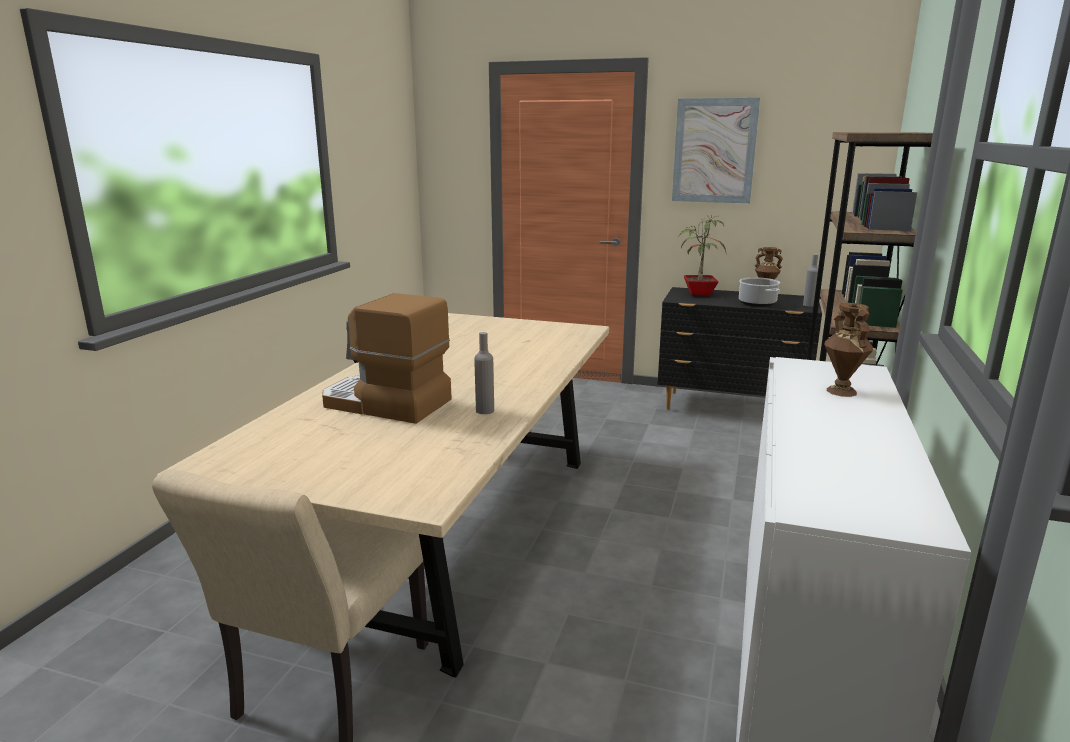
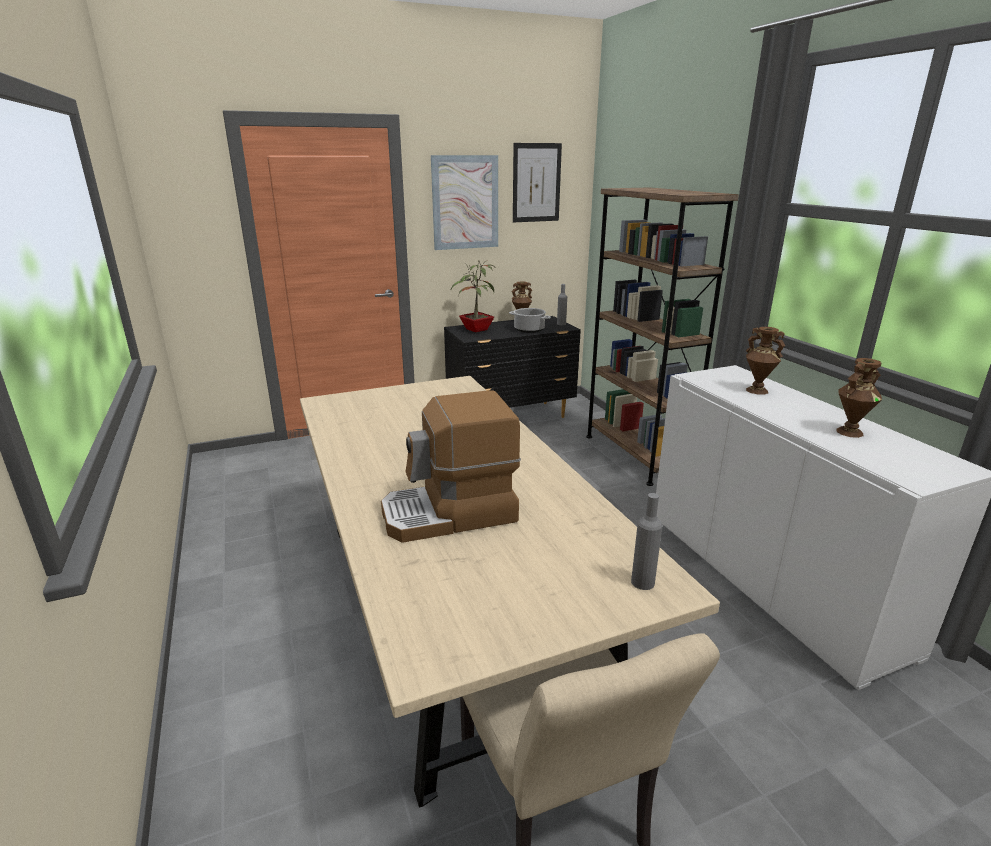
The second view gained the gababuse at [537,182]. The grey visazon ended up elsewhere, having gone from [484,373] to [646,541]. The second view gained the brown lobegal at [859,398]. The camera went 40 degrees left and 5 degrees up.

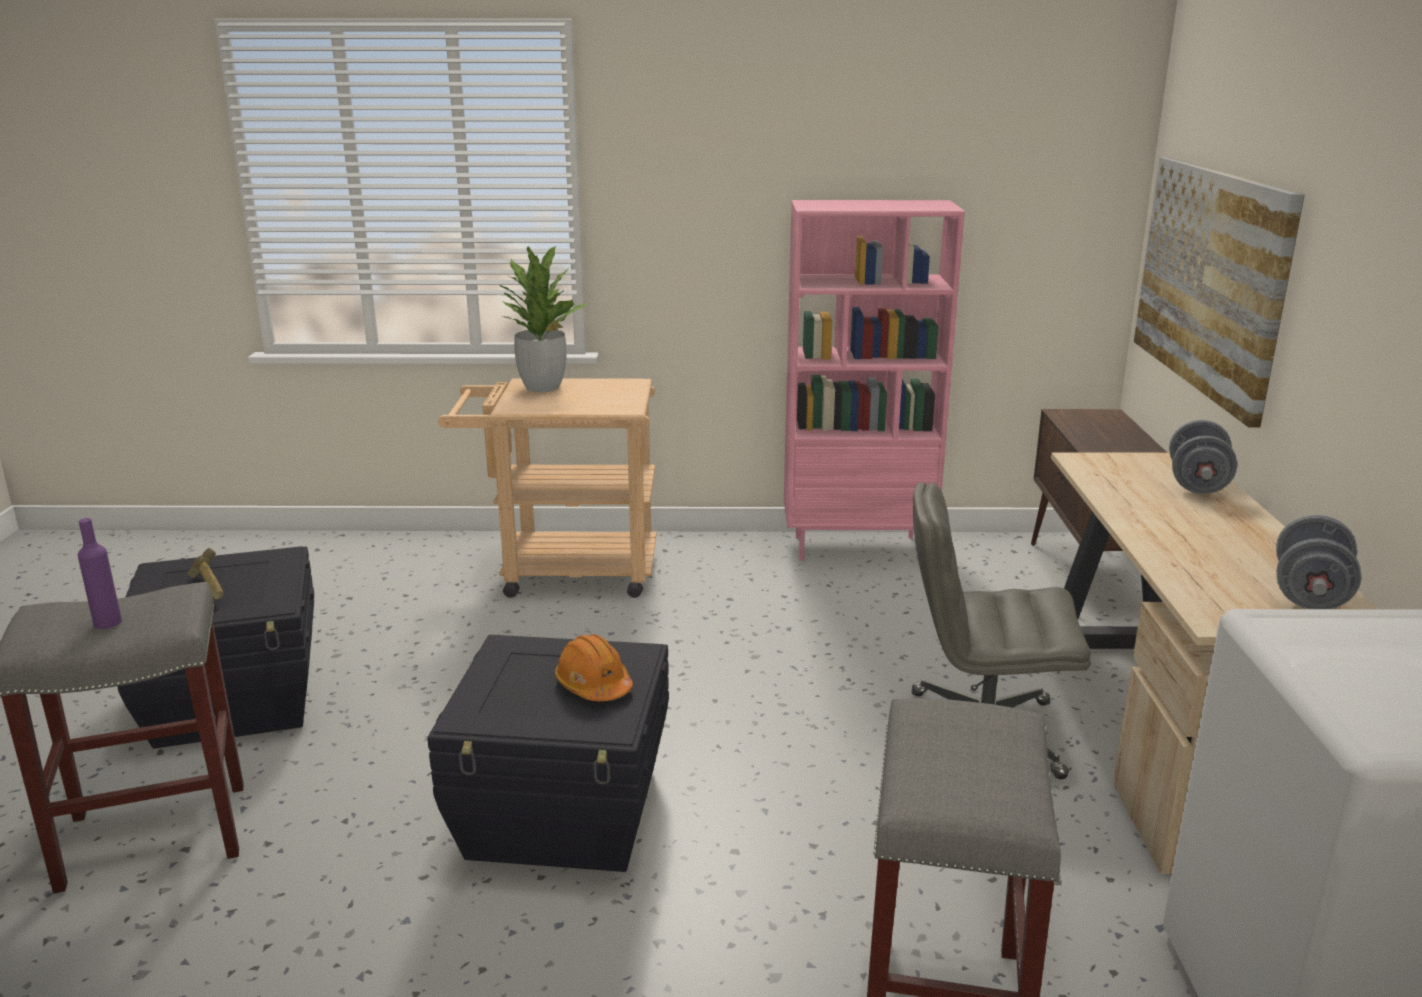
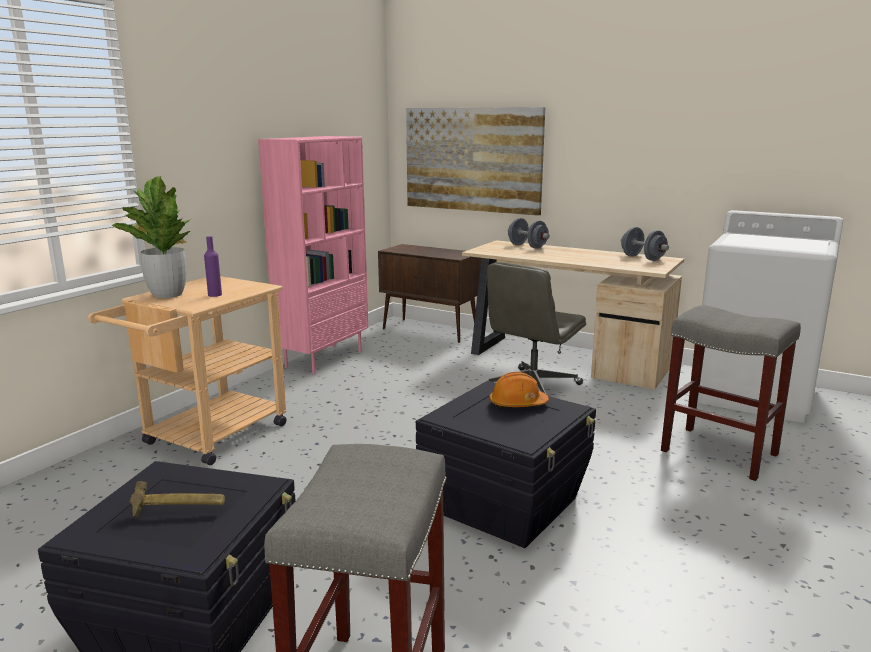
The purple visazon ended up elsewhere, having gone from [100,573] to [213,266]. The camera went 60 degrees left and 5 degrees down.

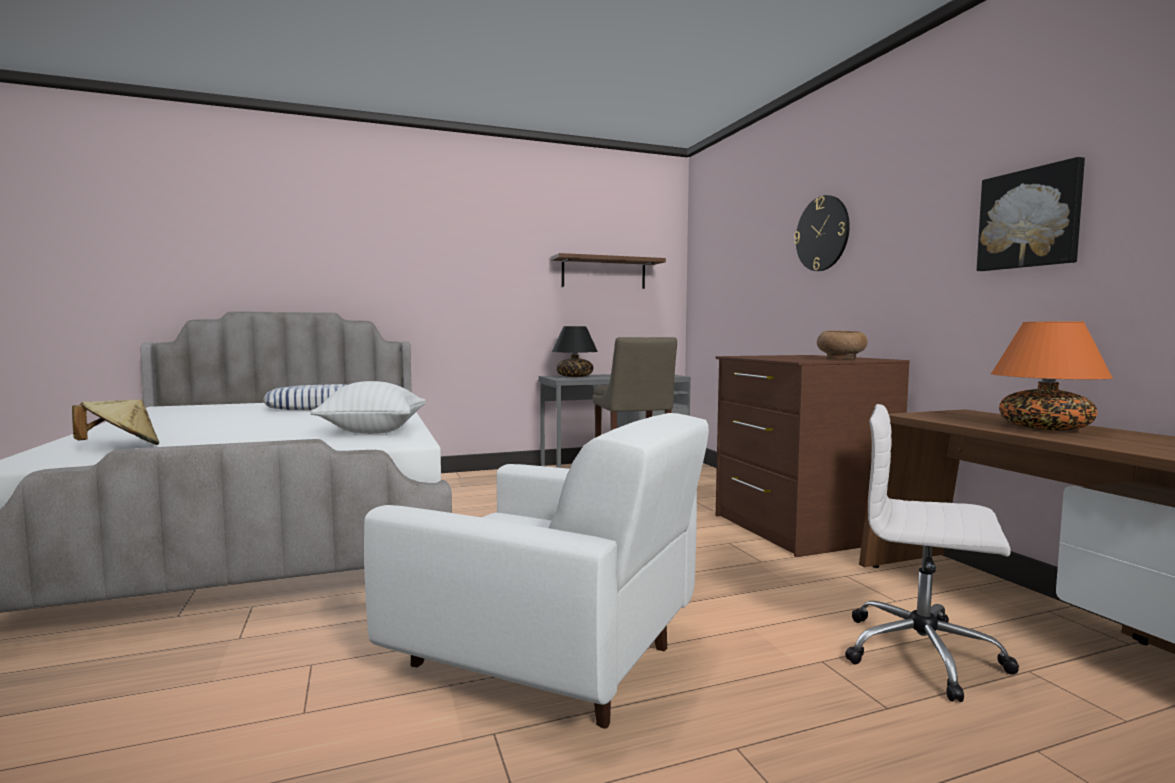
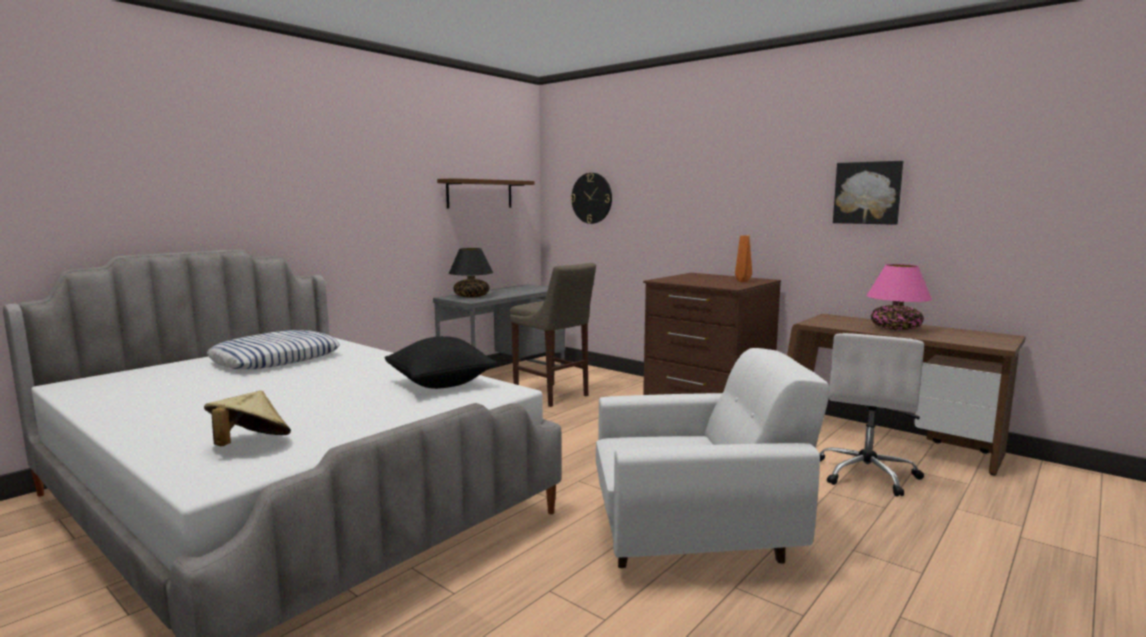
What was the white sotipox at [368,407] turned into the black sotipox at [441,362]. The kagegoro ended up elsewhere, having gone from [822,233] to [591,198]. Where the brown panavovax stood at [842,345], the orange lobegal came to stand at [743,258]. The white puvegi at [932,553] ended up facing another way, 60 degrees counterclockwise from before. What was the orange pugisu at [1052,376] turned into the pink pugisu at [899,297]. The camera went 30 degrees left and 5 degrees up.

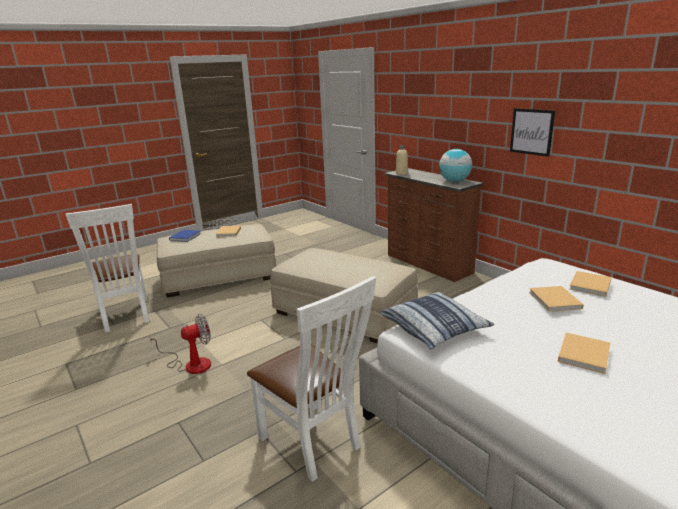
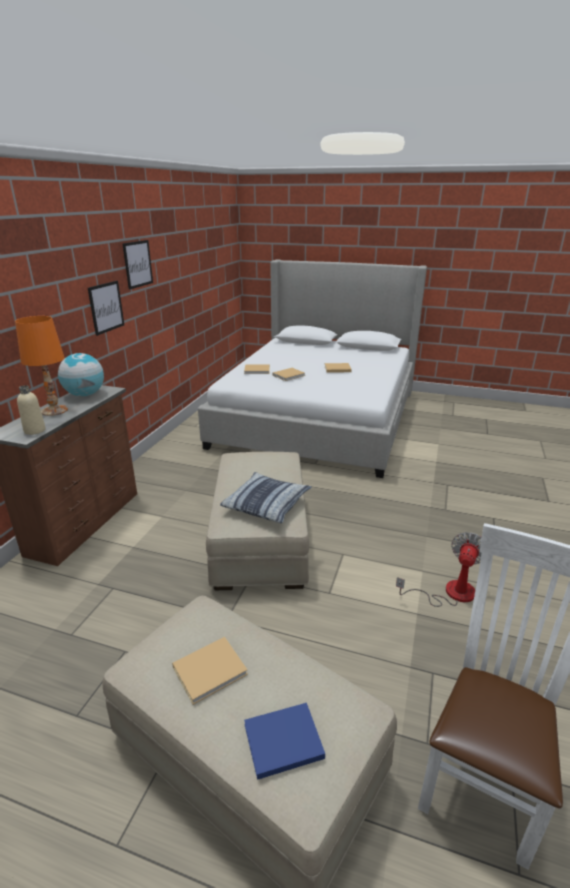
The second view gained the orange pugisu at [41,366]. The second view gained the gababuse at [137,264]. The sotipox ended up elsewhere, having gone from [437,321] to [266,497]. The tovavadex at [180,344] ended up facing another way, 90 degrees clockwise from before. The second view lost the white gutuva at [311,379]. The camera went 125 degrees left and 5 degrees up.

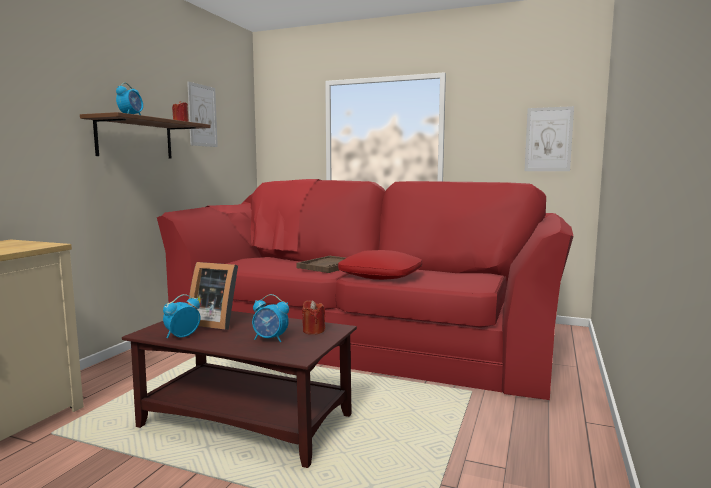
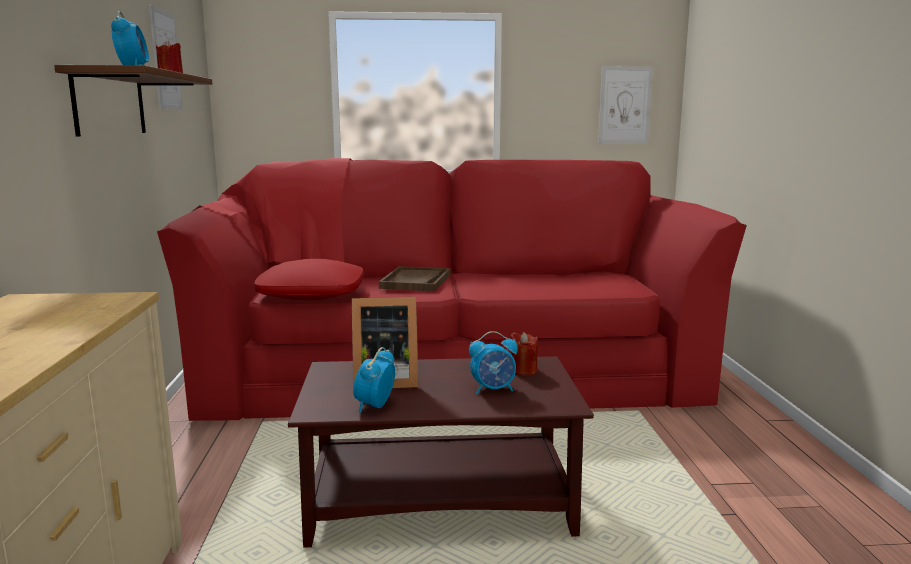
The red sotipox ended up elsewhere, having gone from [380,265] to [309,279]. The camera went 25 degrees left and 5 degrees up.

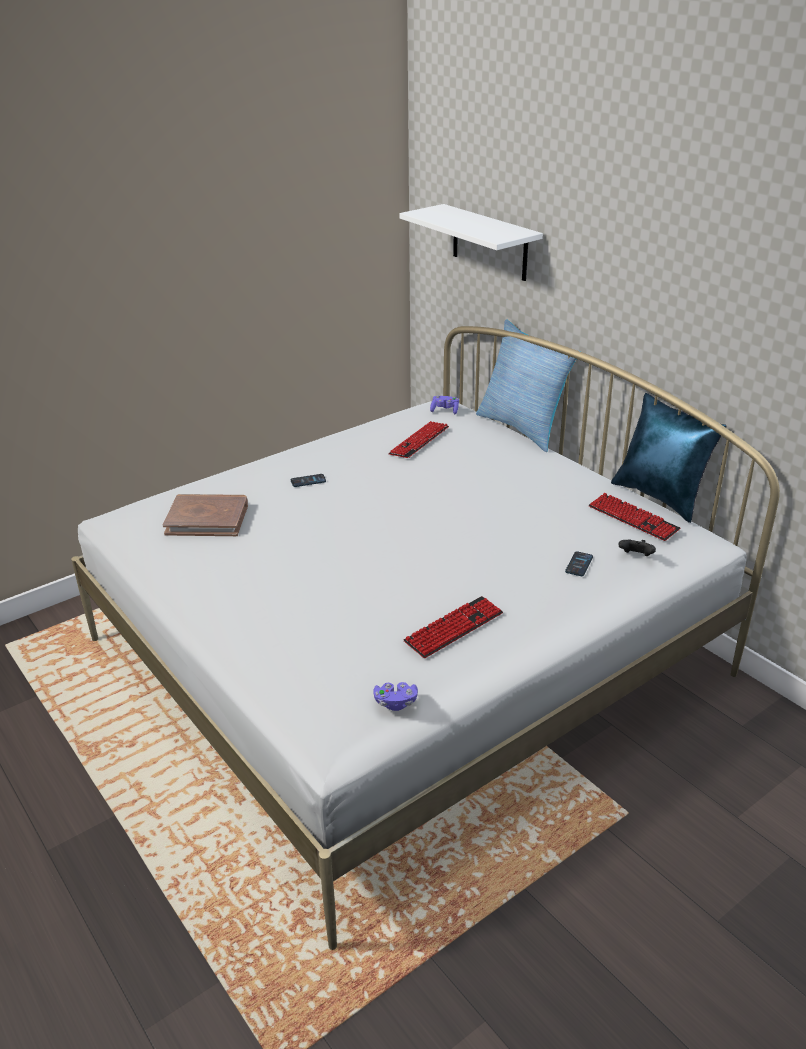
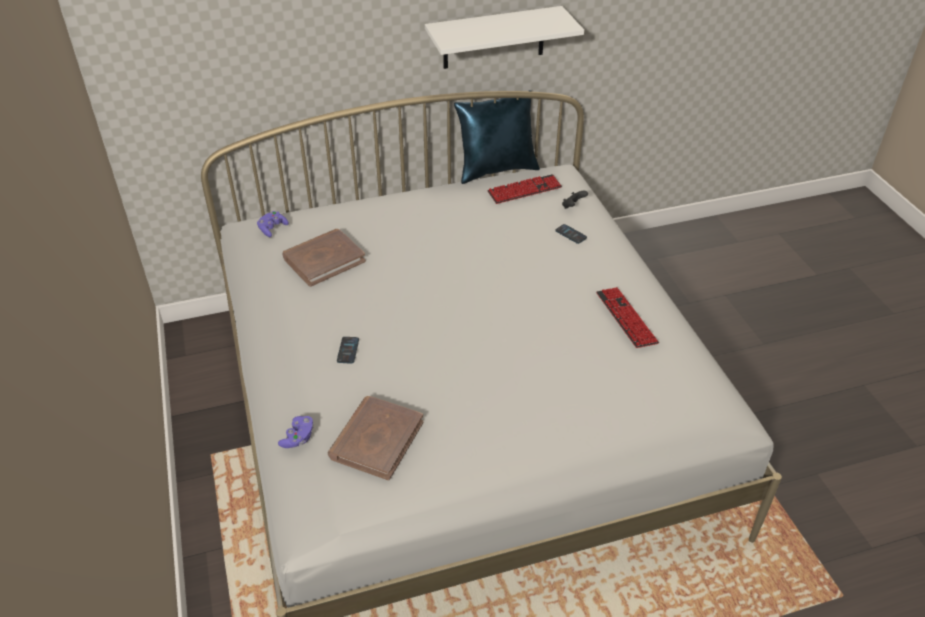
The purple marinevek ended up elsewhere, having gone from [395,696] to [296,432]. Where the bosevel stood at [418,439], the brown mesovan came to stand at [324,258]. The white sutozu ended up elsewhere, having gone from [471,242] to [504,37]. The second view lost the sotipox at [528,385]. The camera went 70 degrees left and 10 degrees up.

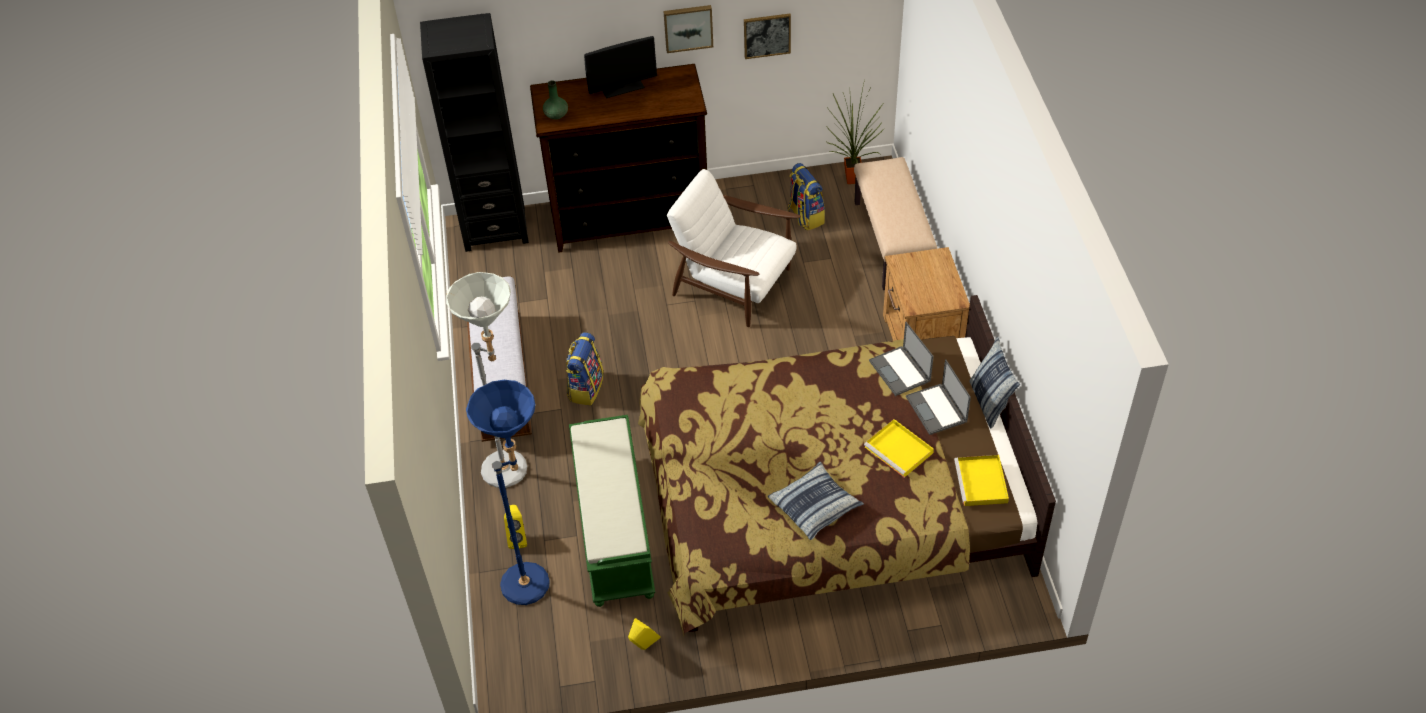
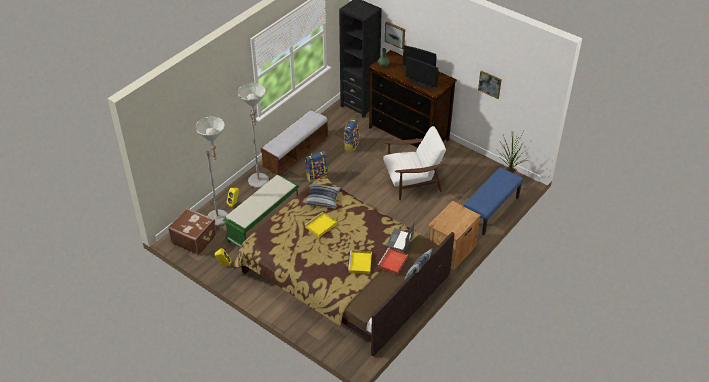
The second view gained the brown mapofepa at [192,231]. What was the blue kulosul at [508,492] turned into the grey kulosul at [211,171]. The sotipox ended up elsewhere, having gone from [816,501] to [323,195]. The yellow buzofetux ended up elsewhere, having gone from [981,480] to [321,224]. The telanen ended up elsewhere, having gone from [806,197] to [351,135]. Where the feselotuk stood at [938,397], the red buzofetux came to stand at [393,260]. The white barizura at [734,248] ended up facing another way, 90 degrees clockwise from before. The gababuse ended up elsewhere, having gone from [688,29] to [395,35]. The second view gained the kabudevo at [421,73]. What was the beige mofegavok at [895,223] turned into the blue mofegavok at [493,201]. The camera went 45 degrees right and 5 degrees down.

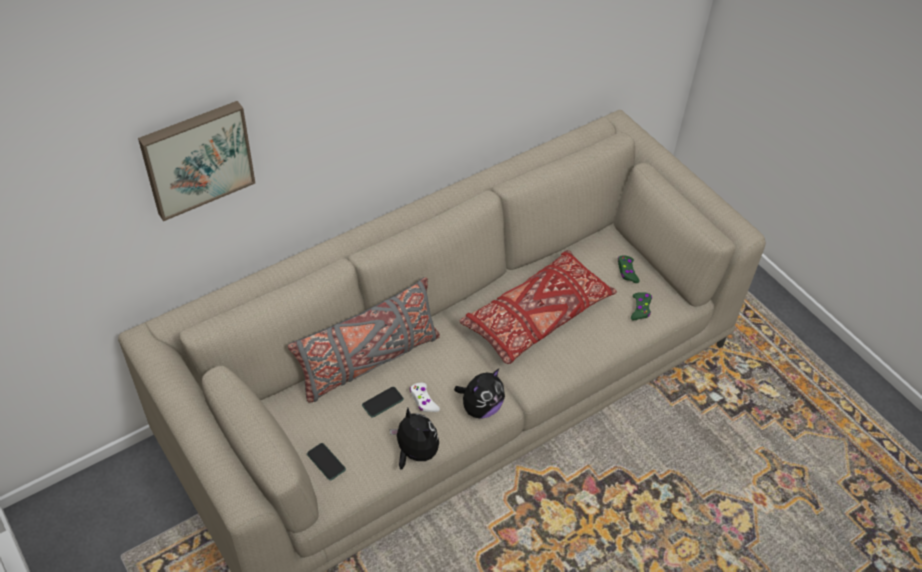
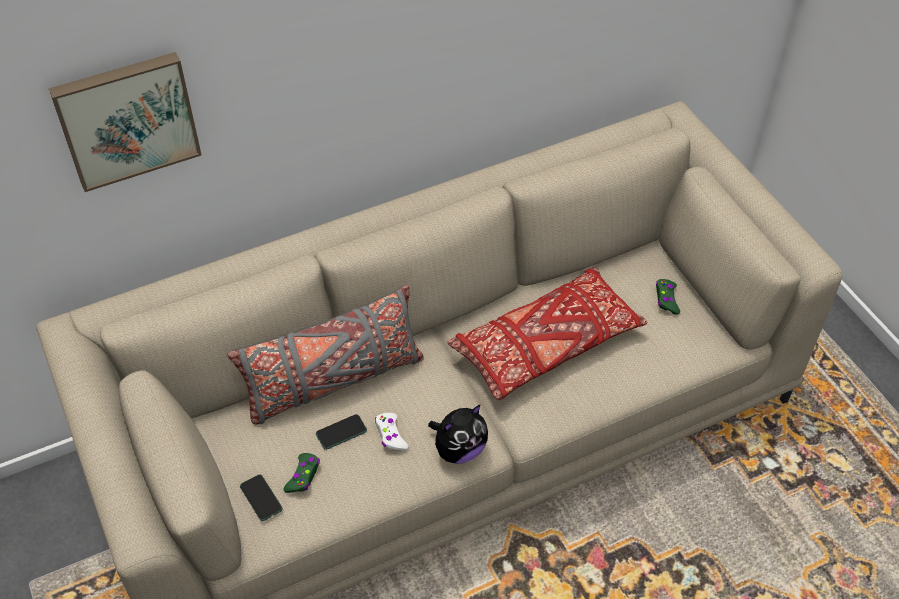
The green marinevek ended up elsewhere, having gone from [641,306] to [301,473]. The second view lost the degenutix at [414,439]. The camera went 10 degrees right and 0 degrees up.

